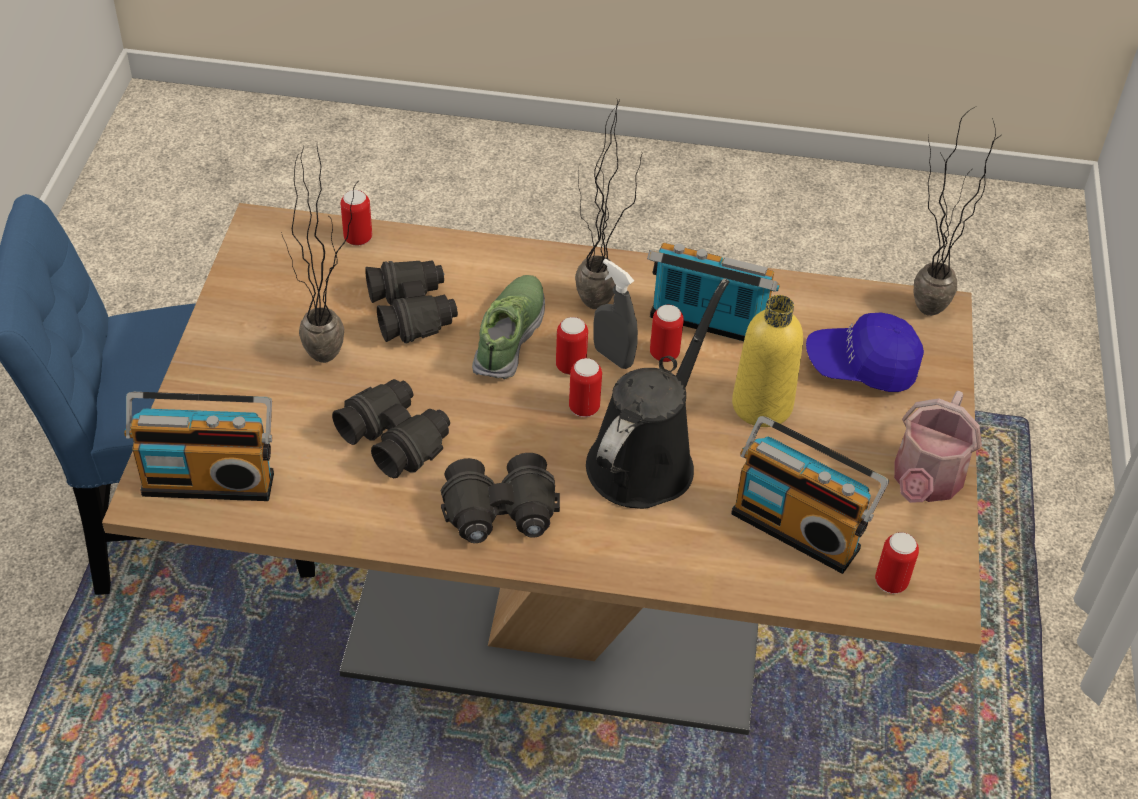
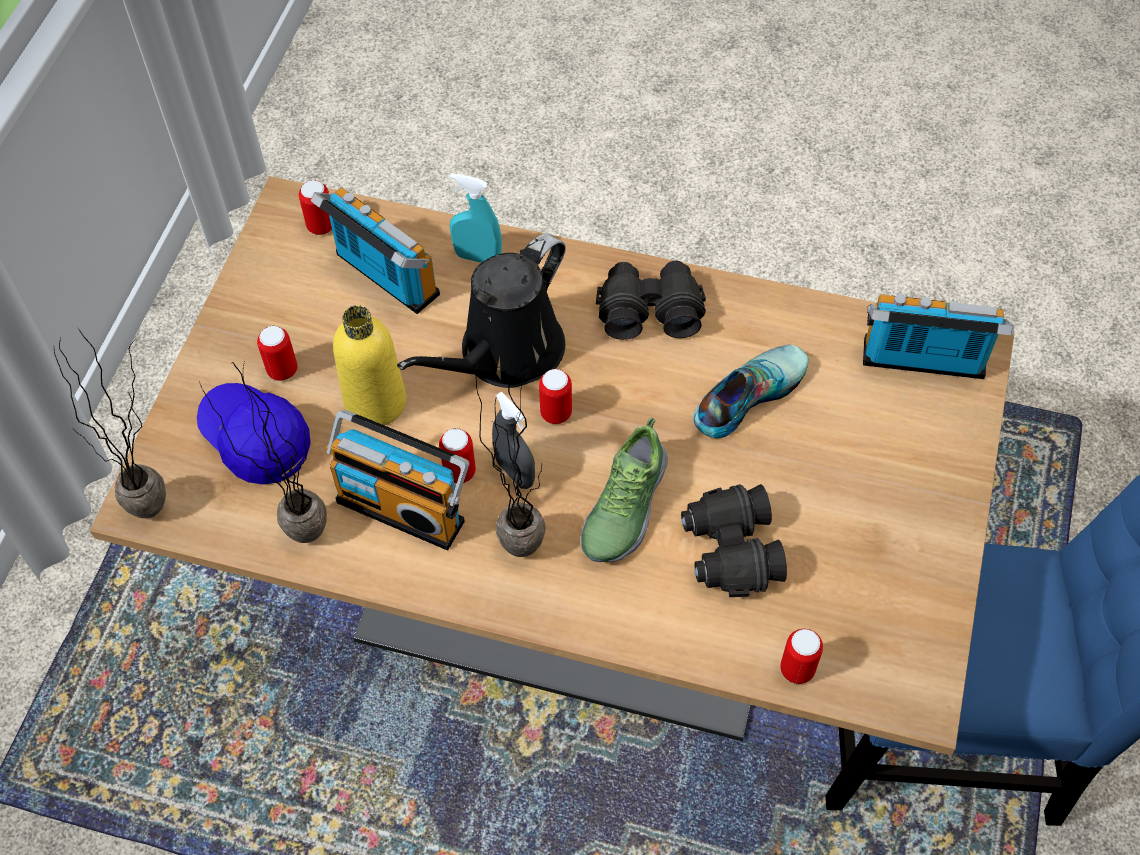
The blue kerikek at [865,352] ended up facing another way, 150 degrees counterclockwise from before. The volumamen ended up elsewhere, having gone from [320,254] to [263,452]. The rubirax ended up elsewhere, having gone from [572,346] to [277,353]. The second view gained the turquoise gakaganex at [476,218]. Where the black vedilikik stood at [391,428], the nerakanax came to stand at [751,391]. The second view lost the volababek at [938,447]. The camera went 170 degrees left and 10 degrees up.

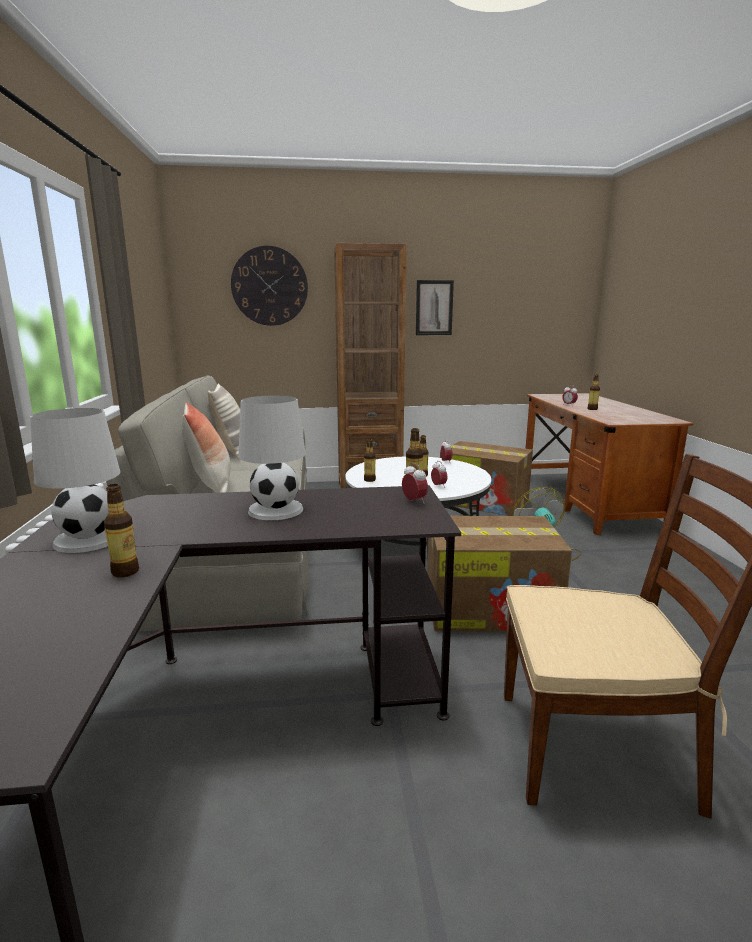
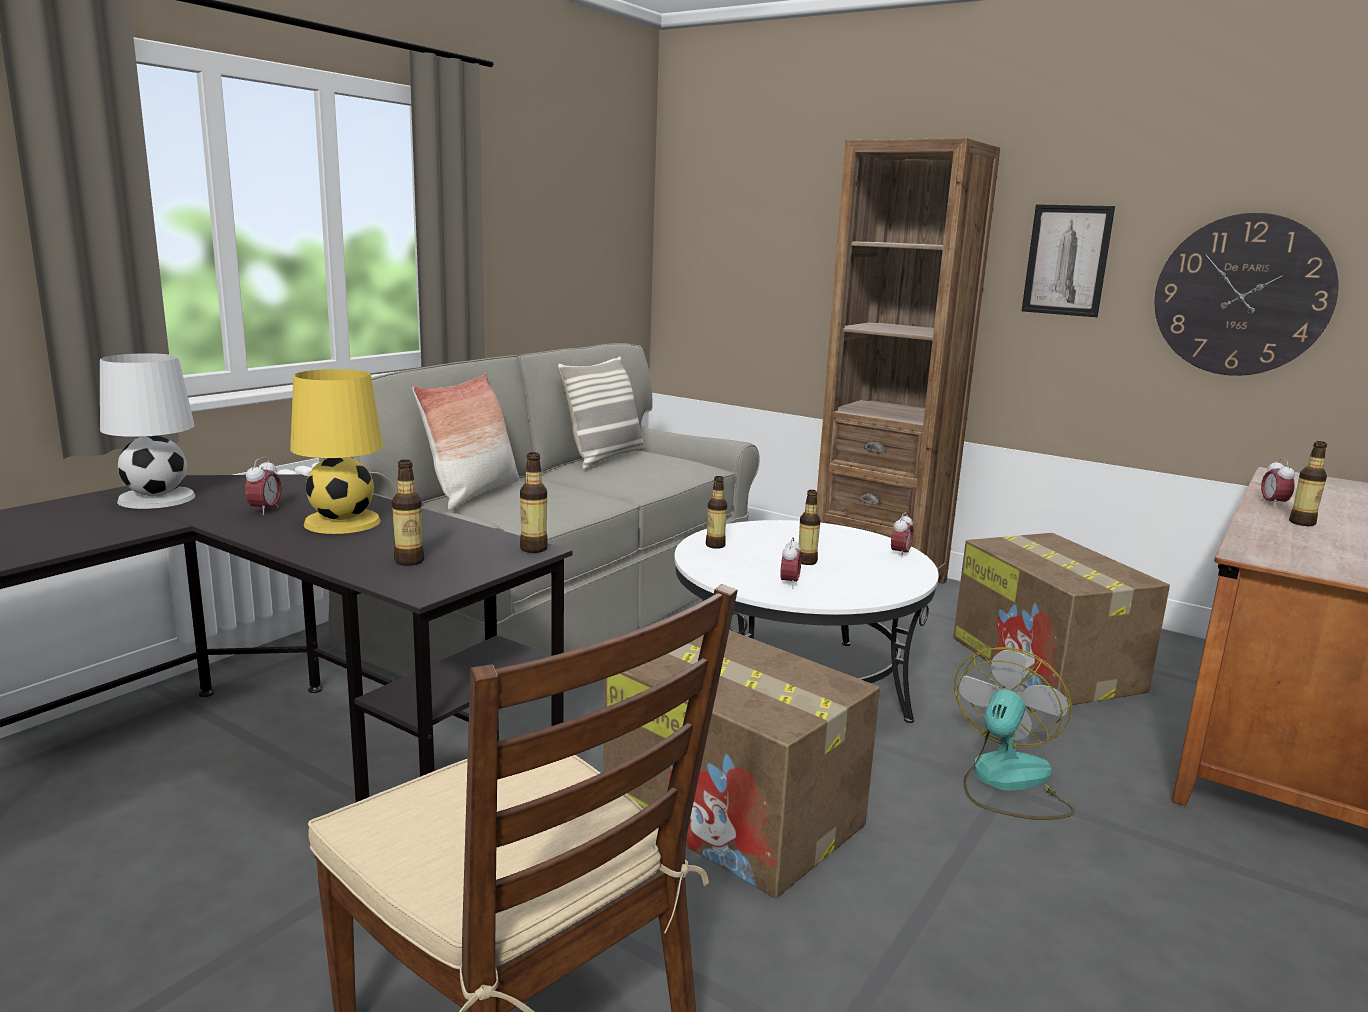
The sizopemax ended up elsewhere, having gone from [415,483] to [263,486]. What was the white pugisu at [272,458] turned into the yellow pugisu at [336,451]. The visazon ended up elsewhere, having gone from [121,530] to [408,513]. The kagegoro ended up elsewhere, having gone from [269,286] to [1246,294]. The camera went 40 degrees right and 0 degrees up.

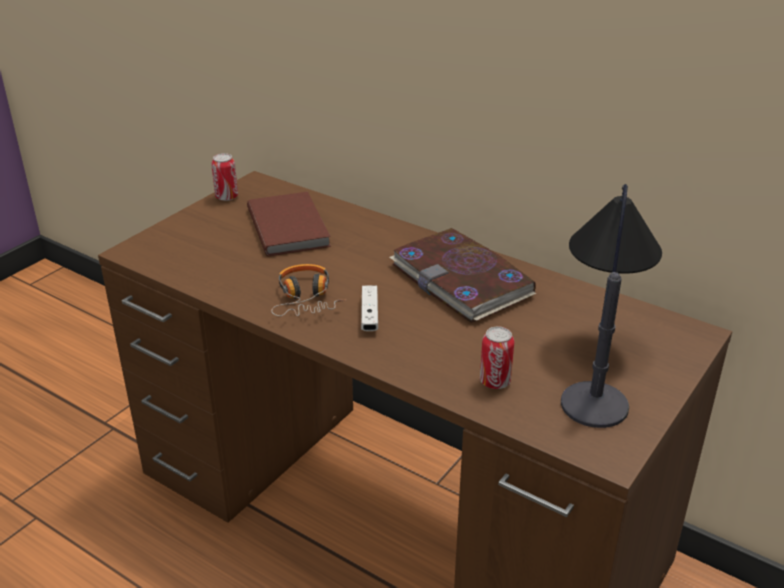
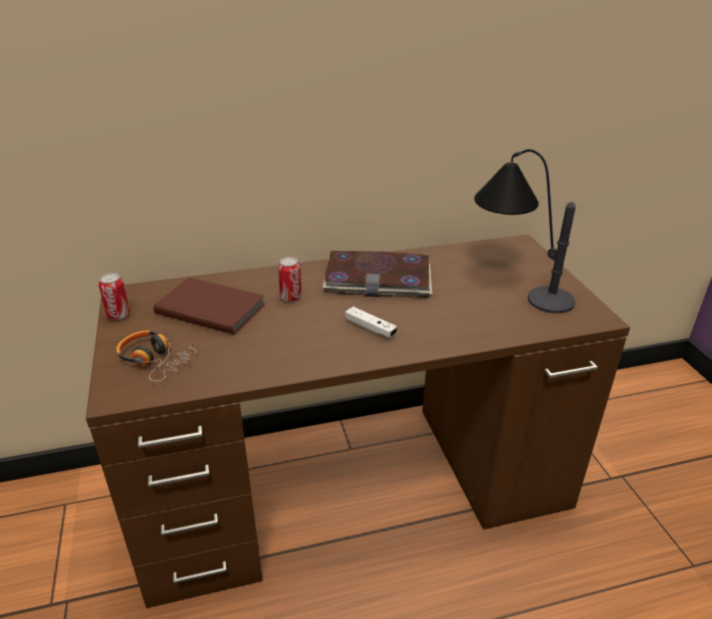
The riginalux ended up elsewhere, having gone from [308,290] to [156,355]. The rubirax ended up elsewhere, having gone from [497,357] to [290,279]. The camera went 50 degrees left and 0 degrees up.

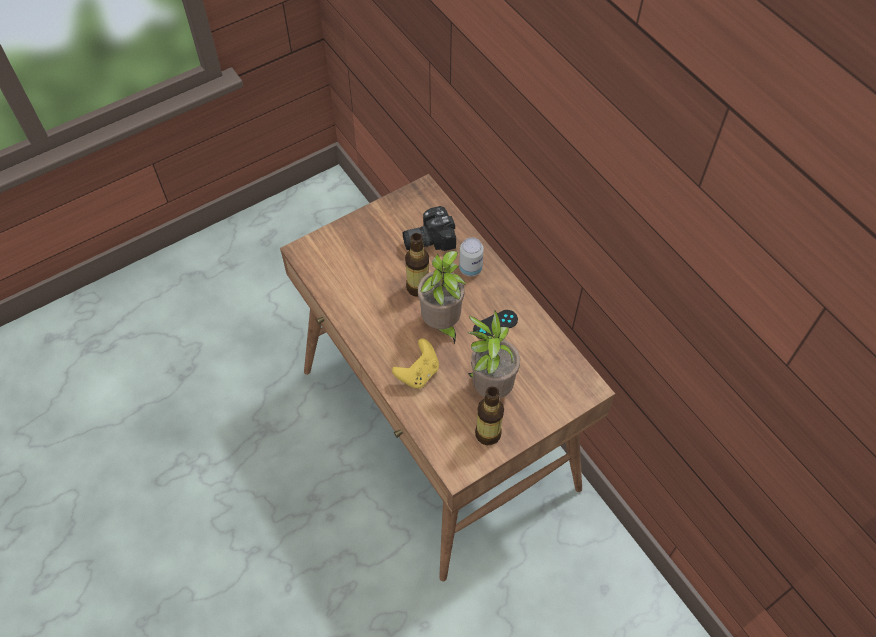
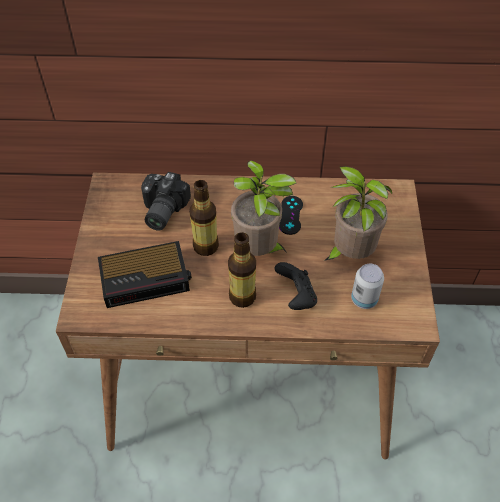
The second view gained the sizopemax at [145,274]. The visazon ended up elsewhere, having gone from [489,415] to [242,270]. What was the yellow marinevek at [415,363] turned into the black marinevek at [296,286]. The rubirax ended up elsewhere, having gone from [471,256] to [367,286]. The camera went 55 degrees left and 5 degrees down.

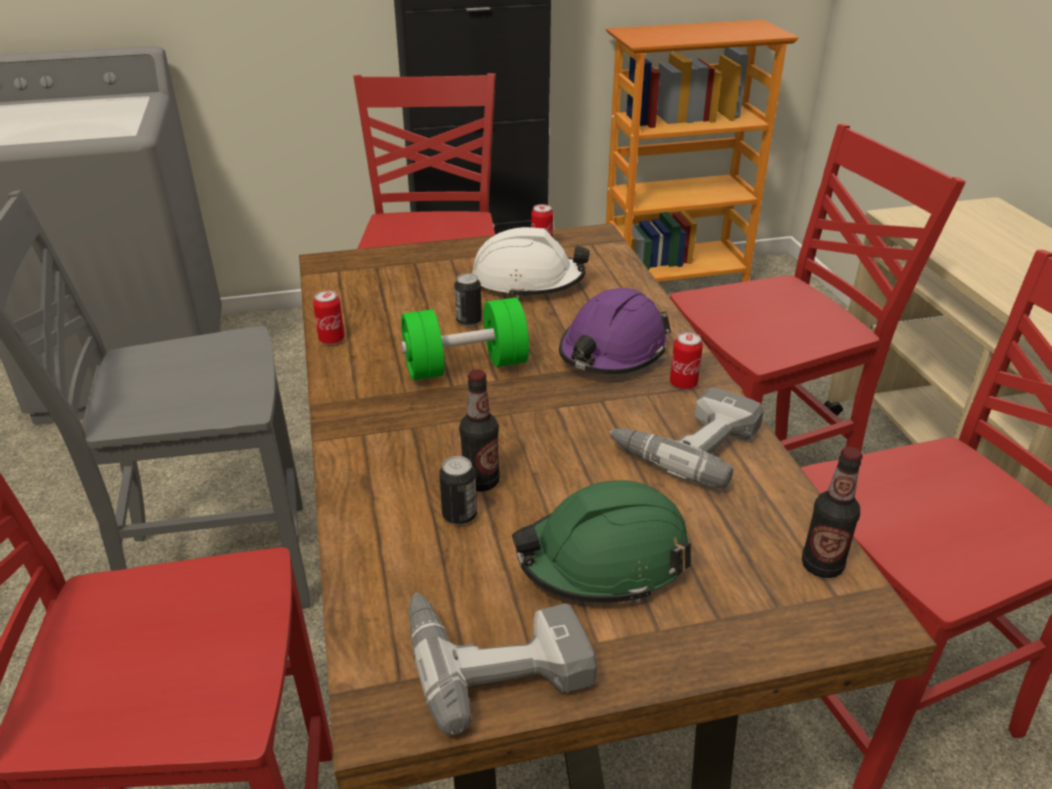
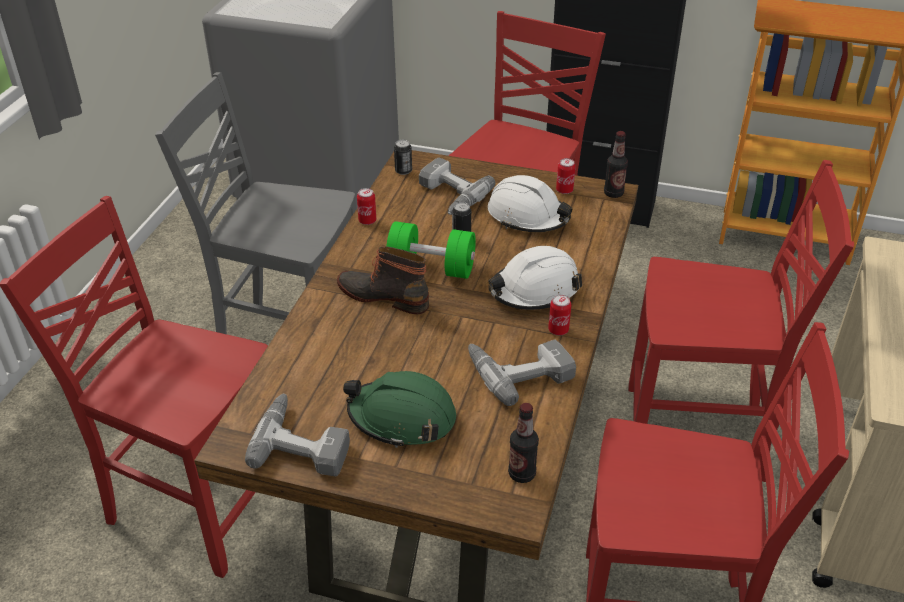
The second view gained the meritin at [383,280]. The rubirax ended up elsewhere, having gone from [458,490] to [403,157]. The second view gained the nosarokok at [457,186]. What was the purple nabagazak at [615,331] turned into the white nabagazak at [535,278]. The visazon ended up elsewhere, having gone from [479,431] to [616,164]. The camera went 30 degrees right and 5 degrees up.

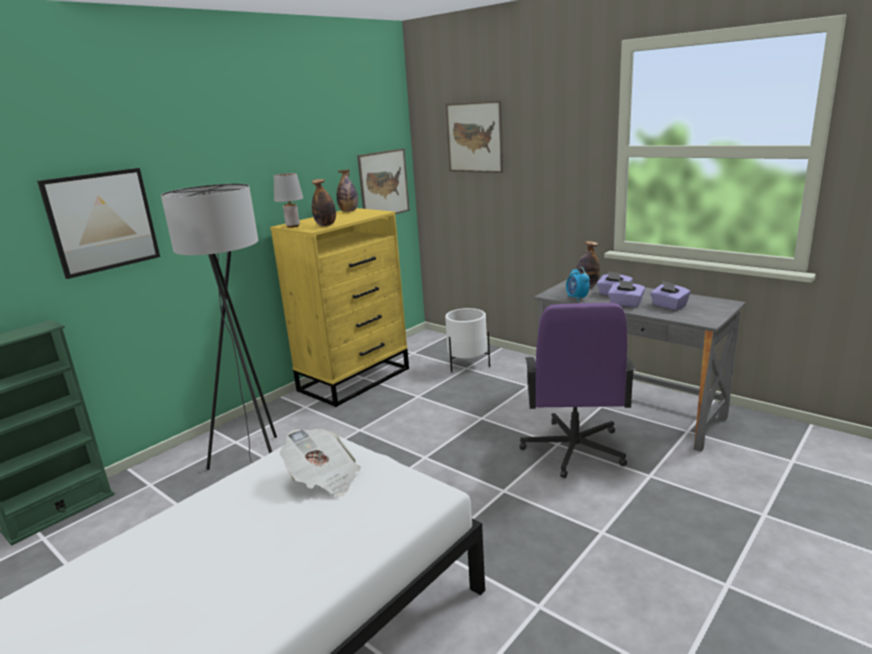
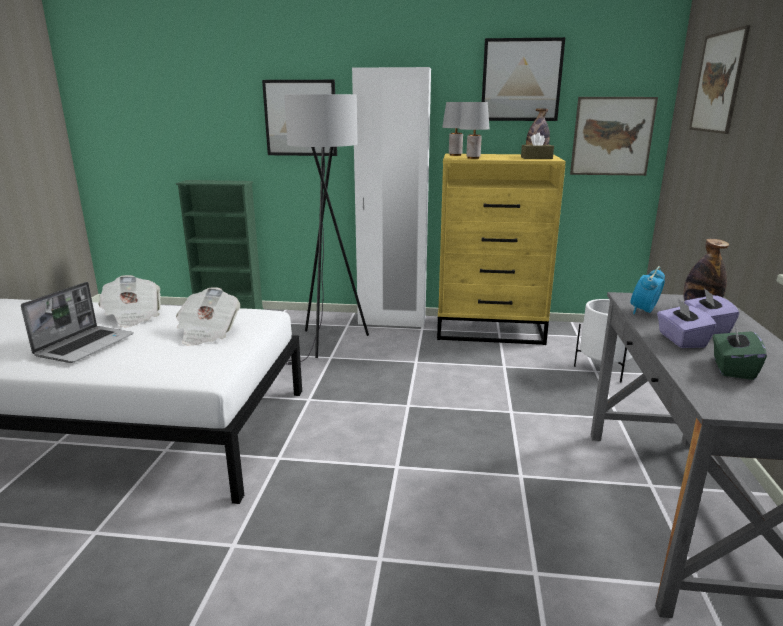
The second view gained the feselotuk at [77,322]. The second view gained the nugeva at [129,301]. The second view gained the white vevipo at [391,197]. Where the visazon stood at [324,202], the grey pugisu came to stand at [474,130]. The second view gained the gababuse at [524,79]. The second view gained the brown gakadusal at [537,146]. What was the purple gakadusal at [670,295] turned into the green gakadusal at [740,351]. The second view lost the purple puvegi at [577,390]. The camera went 55 degrees right and 0 degrees up.

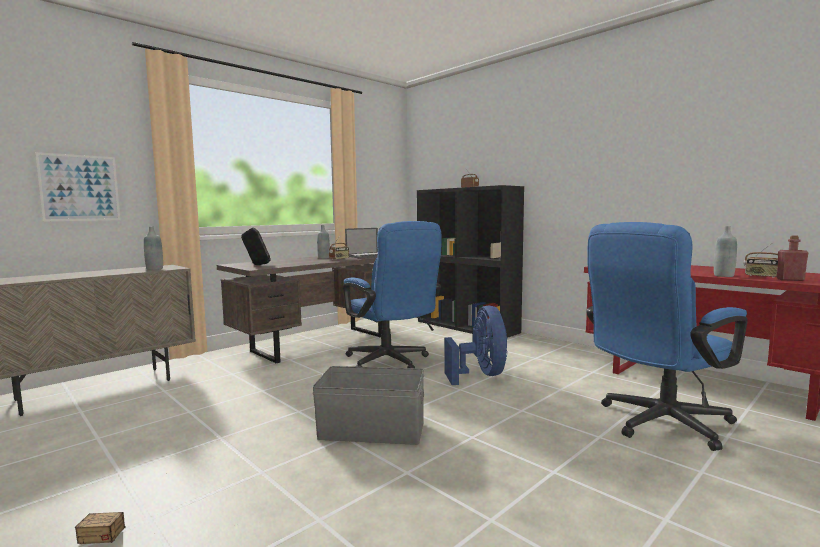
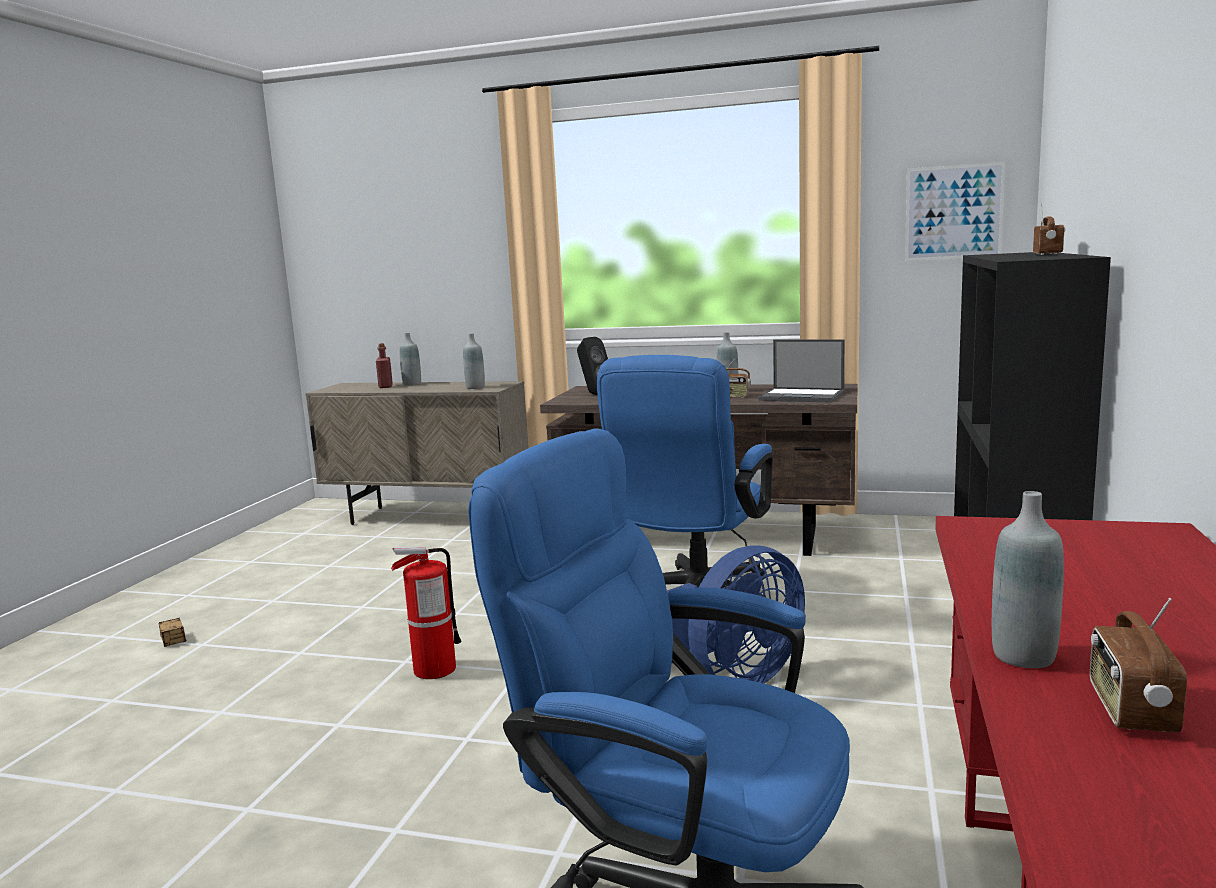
The red visazon ended up elsewhere, having gone from [793,258] to [384,365]. Where the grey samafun stood at [368,405], the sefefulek came to stand at [426,612]. The second view gained the grey visazon at [410,359]. The gababuse ended up elsewhere, having gone from [77,186] to [955,211]. The camera went 60 degrees right and 5 degrees up.

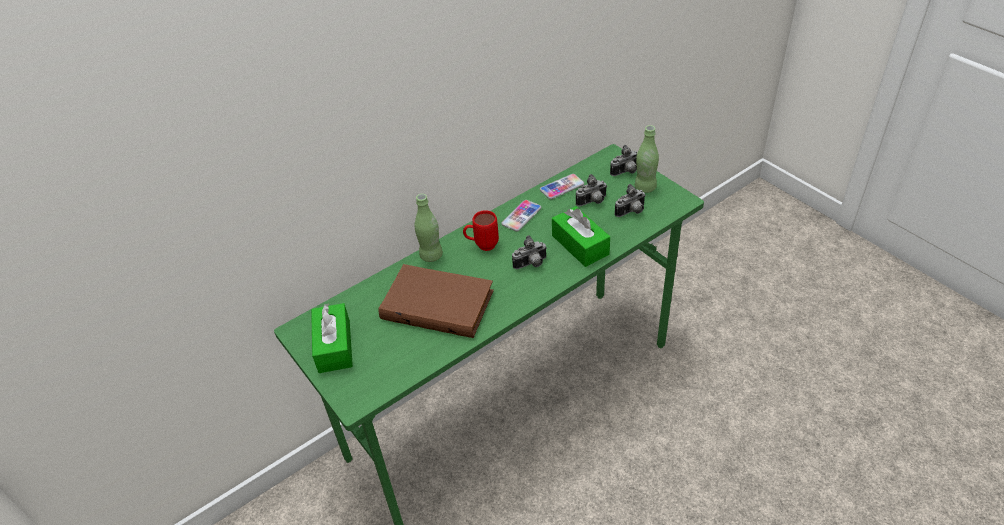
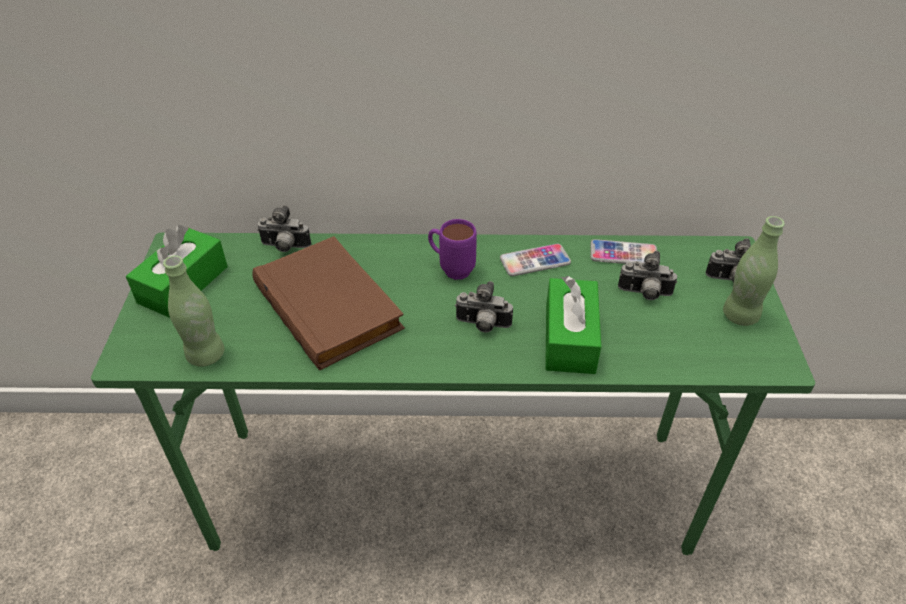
The green visazon ended up elsewhere, having gone from [429,228] to [193,311]. The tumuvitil ended up elsewhere, having gone from [630,200] to [284,228]. What was the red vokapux at [481,230] turned into the purple vokapux at [452,249]. The camera went 35 degrees right and 0 degrees up.

